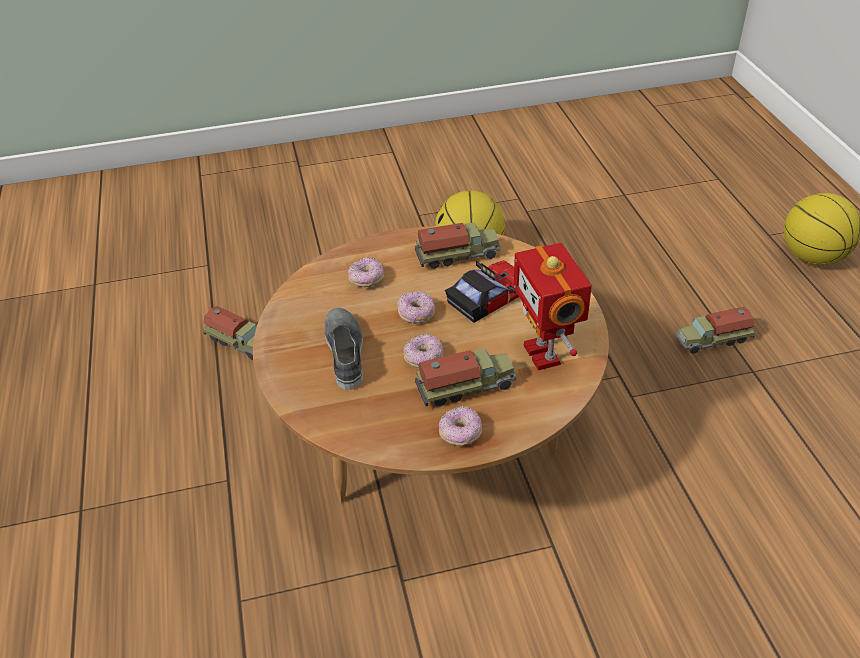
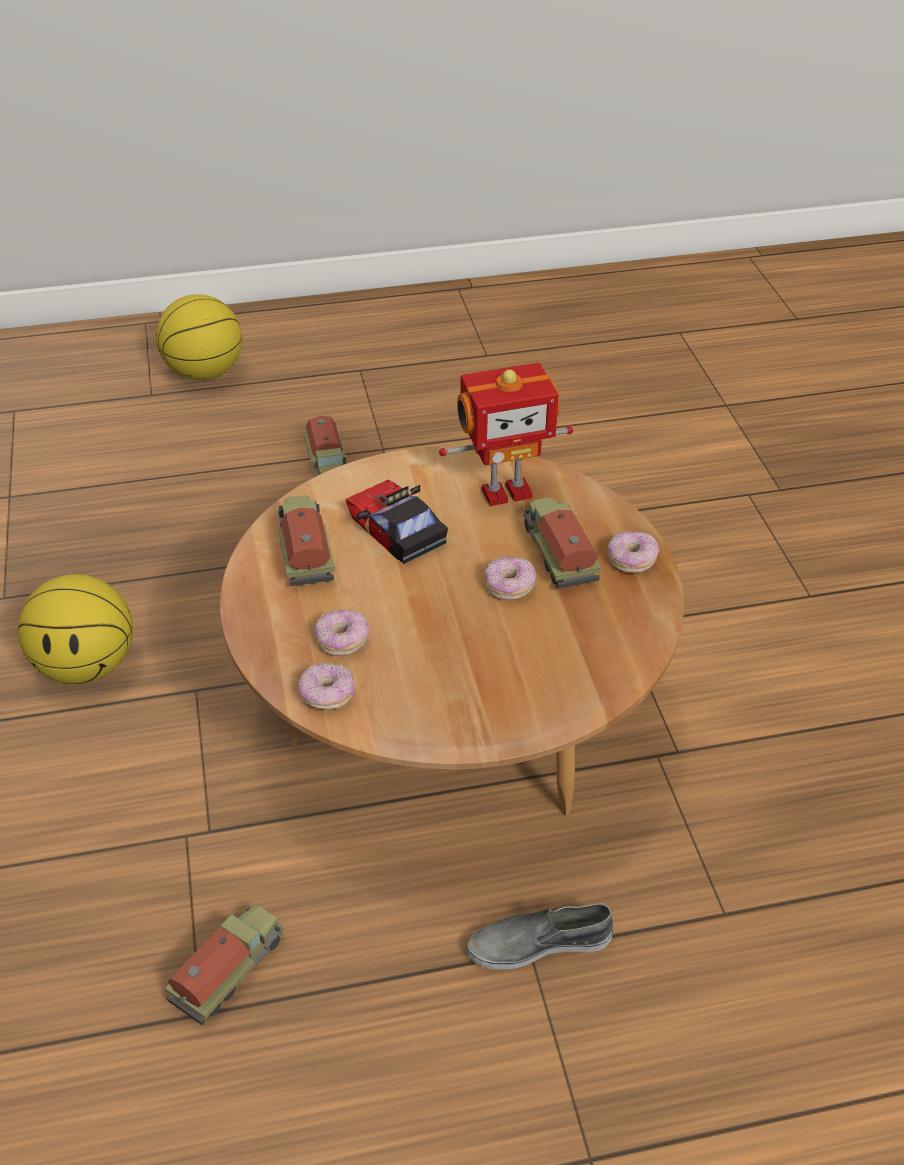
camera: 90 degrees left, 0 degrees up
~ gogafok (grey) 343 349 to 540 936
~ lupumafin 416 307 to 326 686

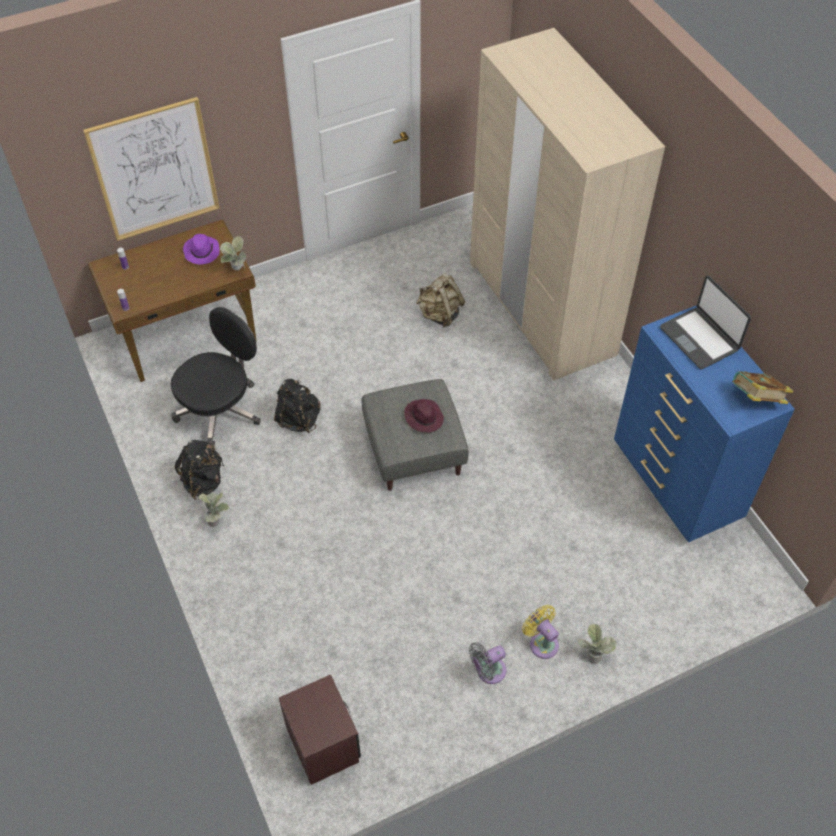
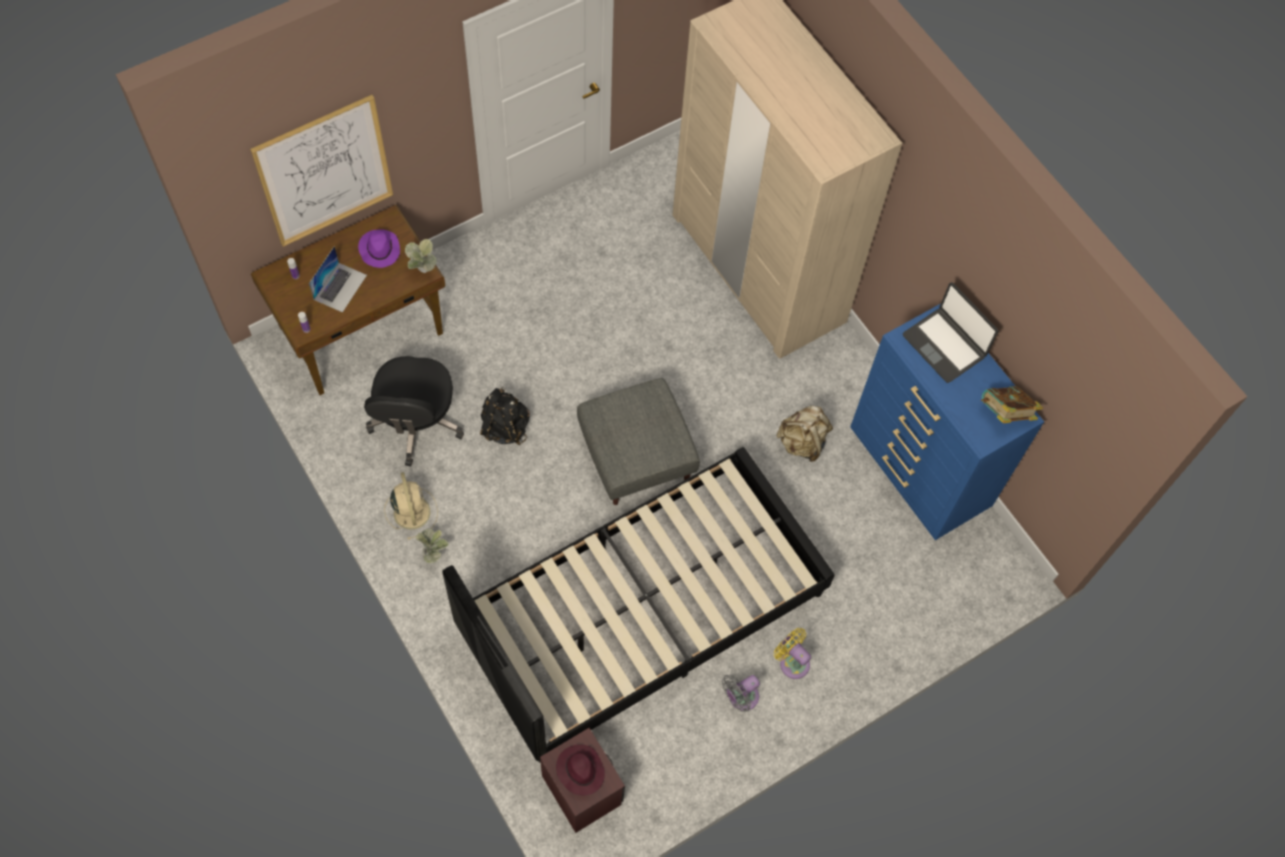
camera: 10 degrees left, 10 degrees up
~ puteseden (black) 215 376 = 414 411 150 degrees clockwise
~ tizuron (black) 199 470 to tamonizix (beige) 411 506
~ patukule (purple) 424 416 to 580 770
~ tizuron (beige) 440 300 to 805 434
- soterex 597 644
+ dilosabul 338 279
+ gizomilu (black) 638 604

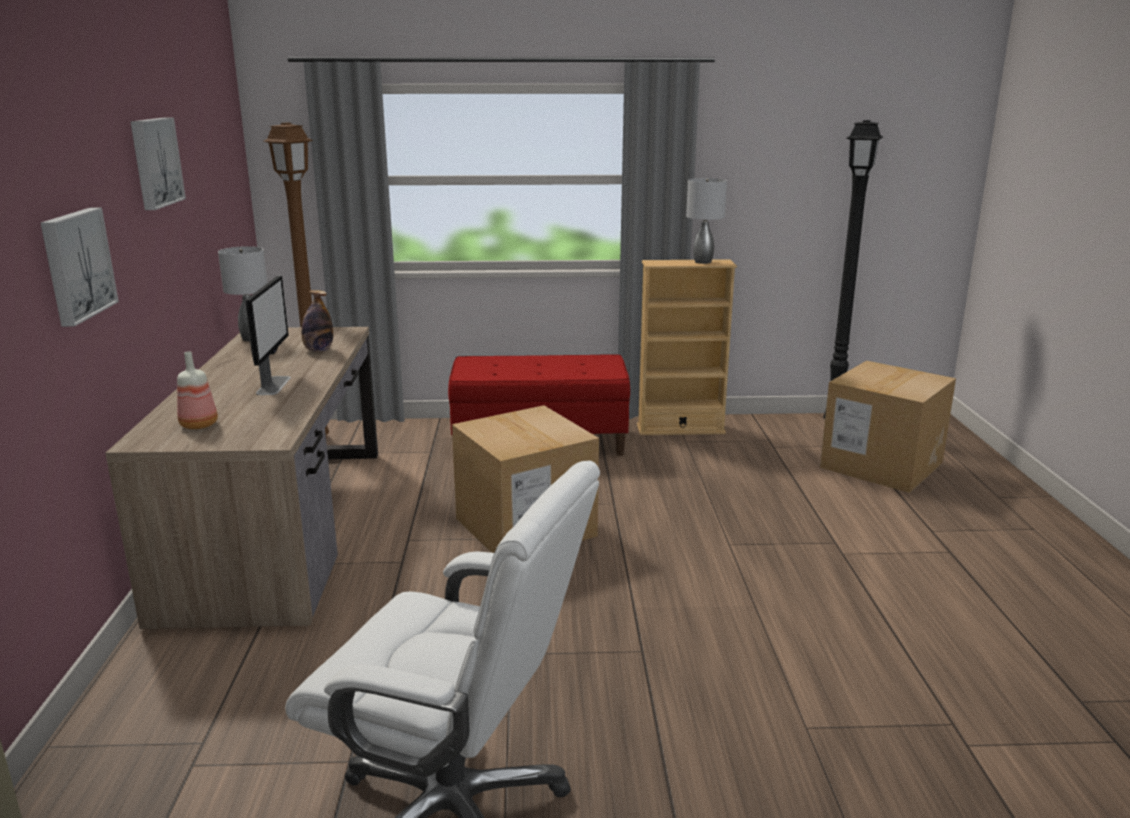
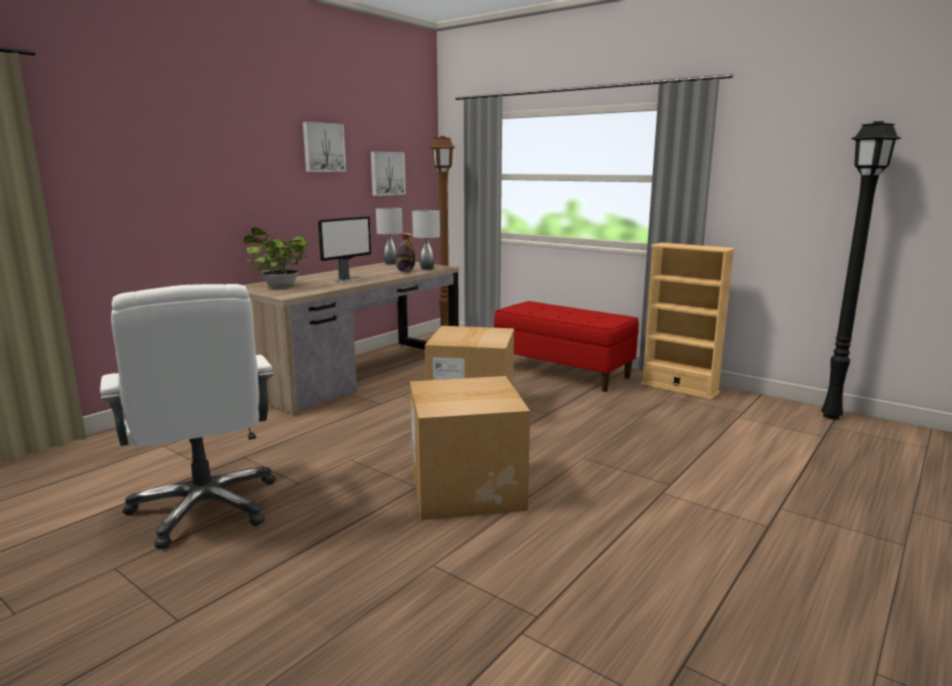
camera: 40 degrees right, 5 degrees down
~ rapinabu 79 267 to 388 174
~ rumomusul 197 390 to soterex 276 257
~ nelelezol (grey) 706 221 to 426 240
~ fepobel 888 427 to 470 448

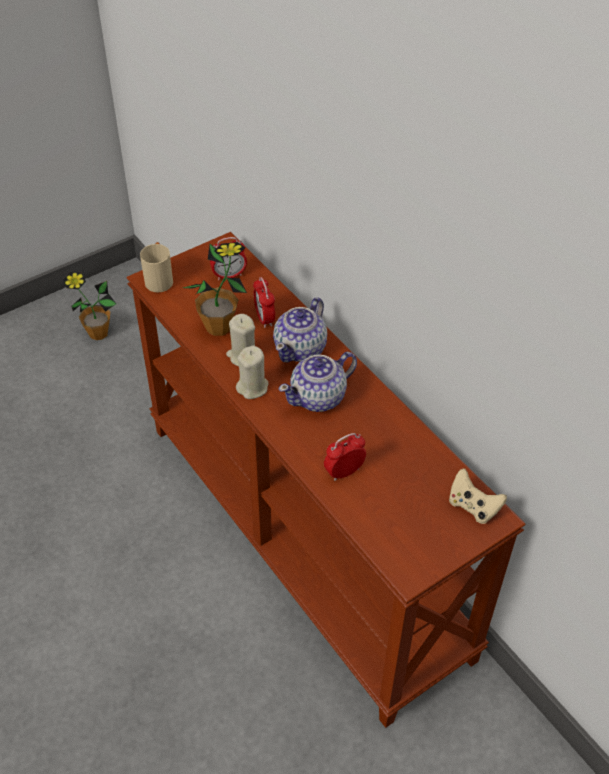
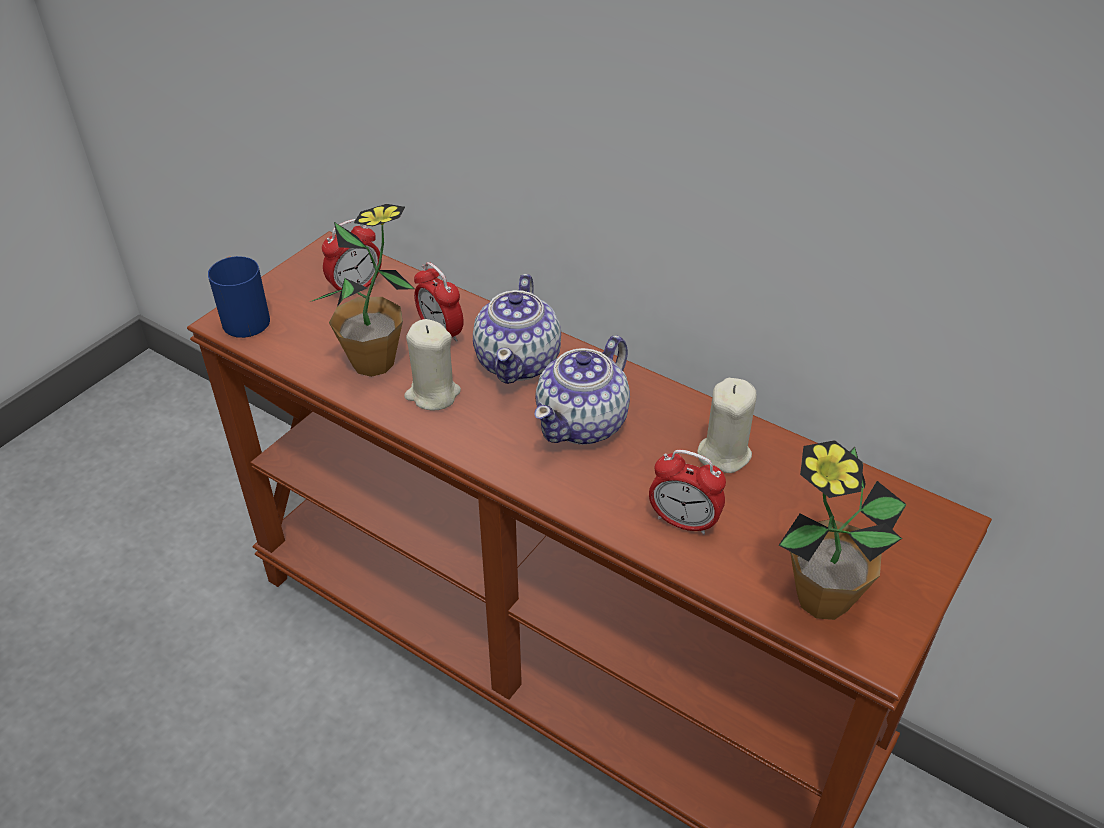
camera: 20 degrees left, 5 degrees down
~ soterex 89 306 to 843 530
~ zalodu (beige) 156 267 to zalodu (blue) 239 297
~ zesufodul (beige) 252 372 to 727 425
~ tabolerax 345 457 = 687 492 105 degrees counterclockwise
- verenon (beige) 478 496

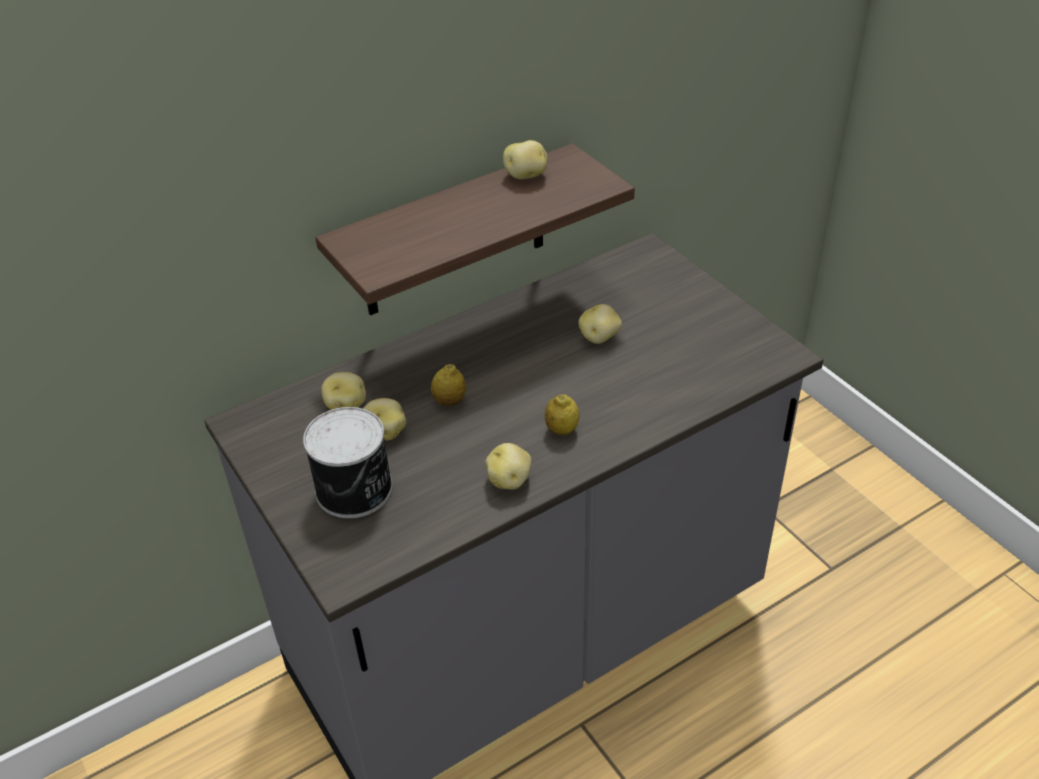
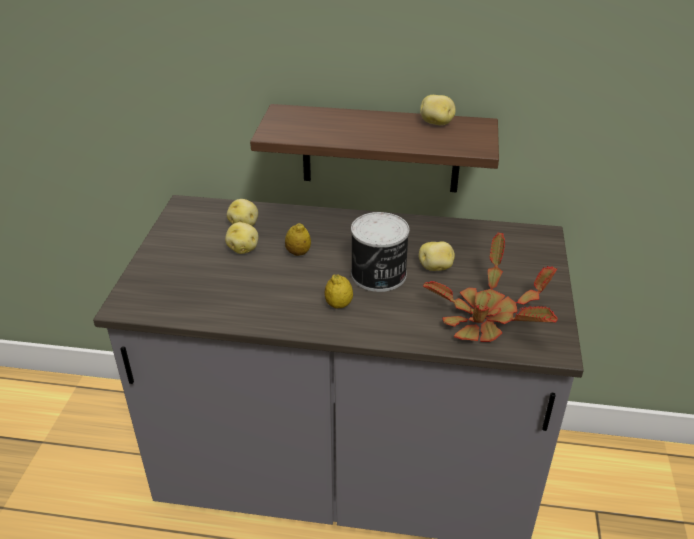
camera: 40 degrees right, 5 degrees down
~ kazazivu 348 462 to 380 252
- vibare 508 466
+ soterex 490 287

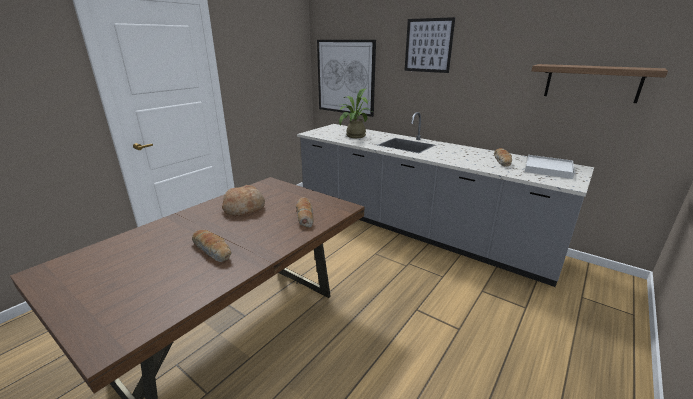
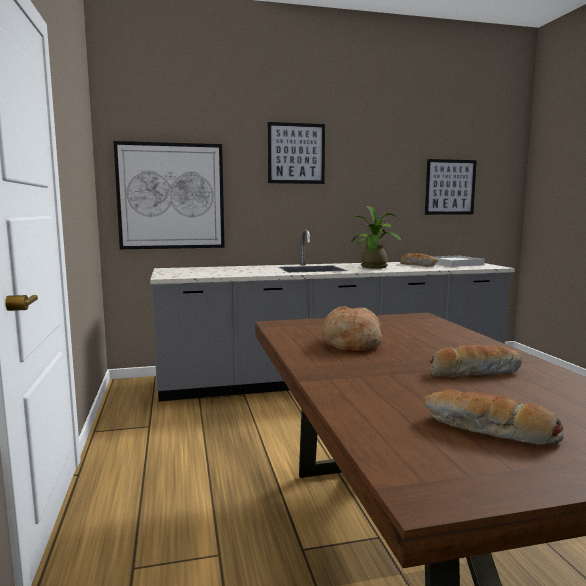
camera: 50 degrees left, 15 degrees down
~ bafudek 304 213 to 493 417
~ soterex 355 113 to 374 237
~ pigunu 600 83 to rapinabu 451 187

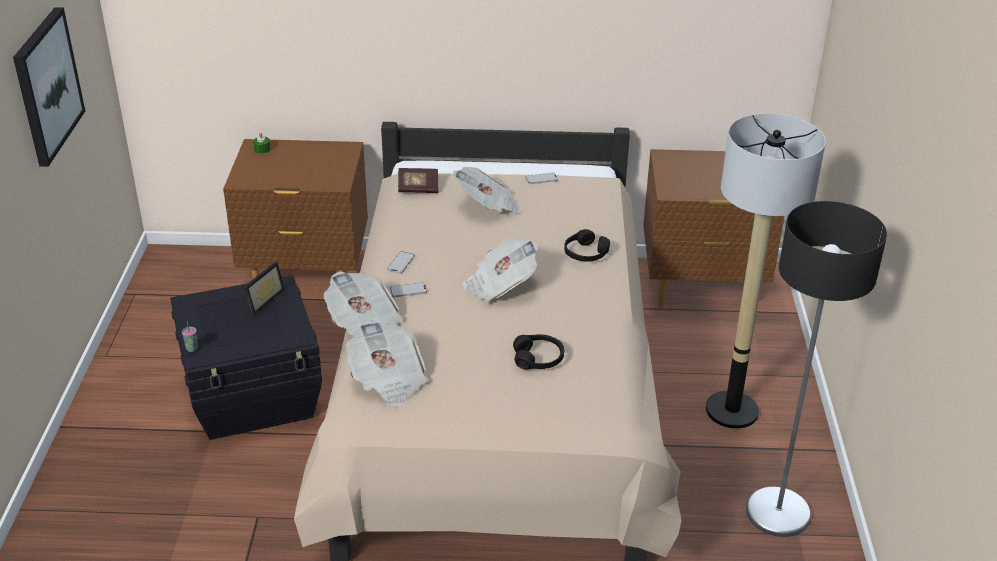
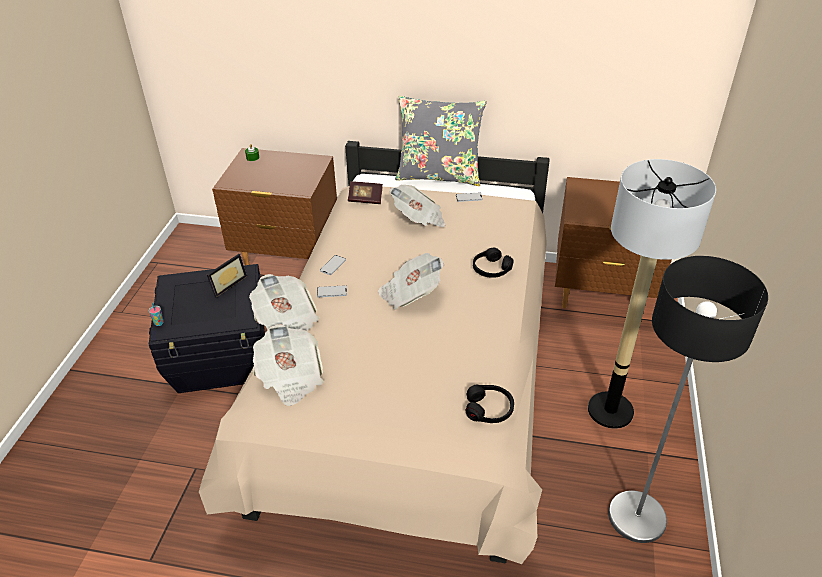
camera: 10 degrees right, 5 degrees up
- rapinabu 49 87
~ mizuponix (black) 538 352 to 490 404
+ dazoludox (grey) 441 141

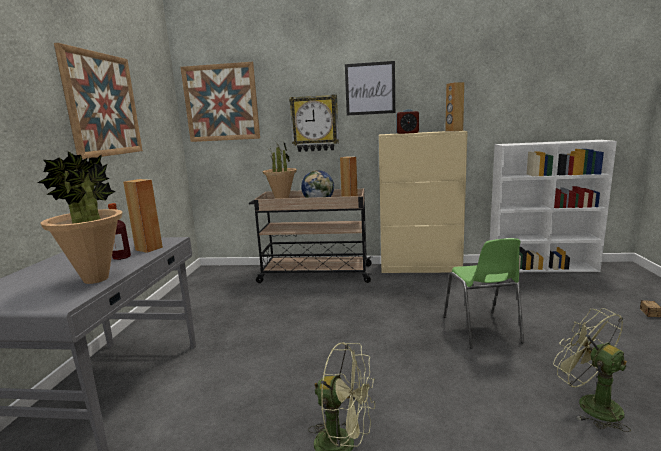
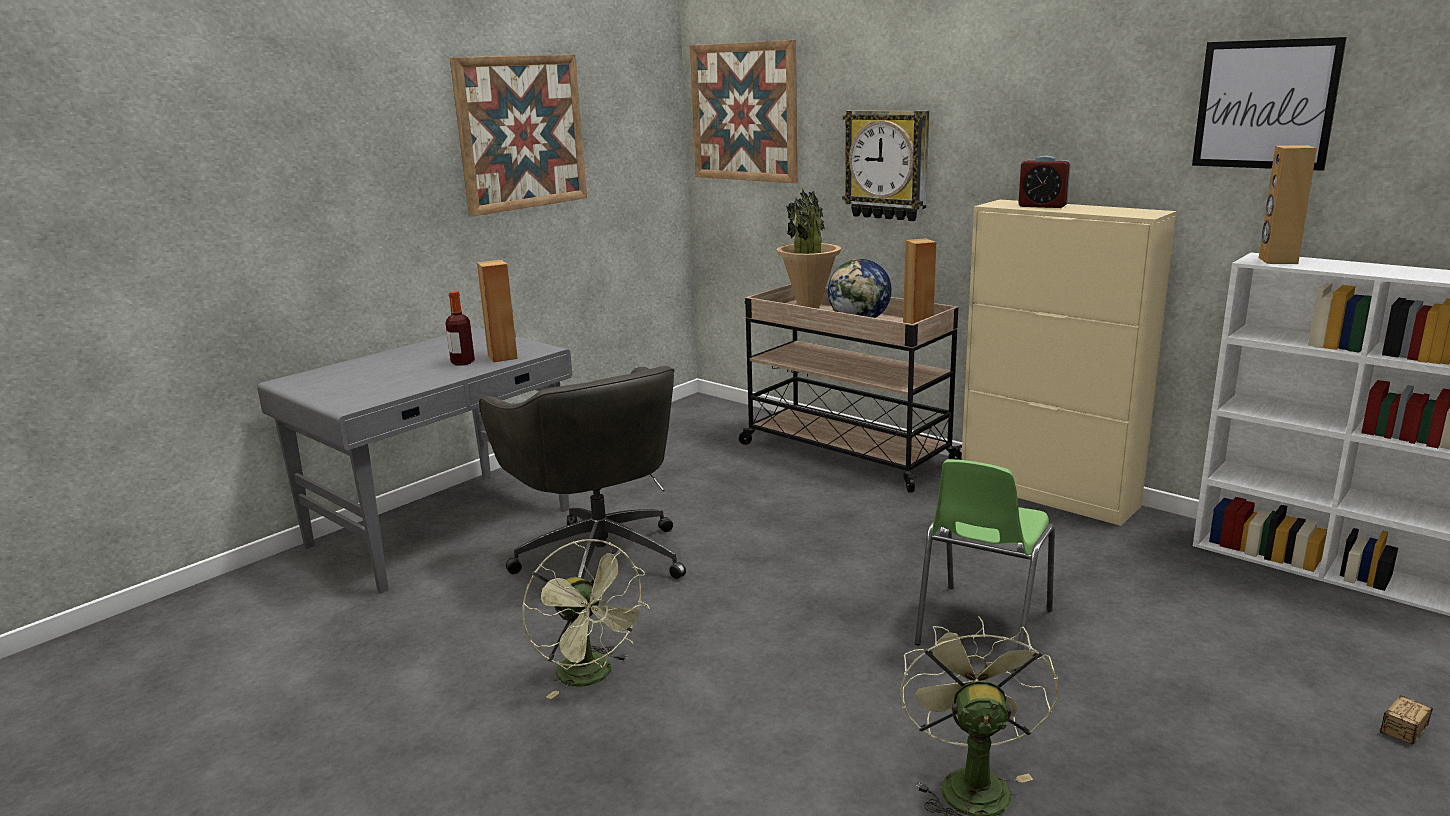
camera: 35 degrees right, 5 degrees up
- soterex 80 218
~ rapinabu 370 88 to 1269 104
~ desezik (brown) 454 106 to 1288 204
+ puteseden (grey) 582 472

